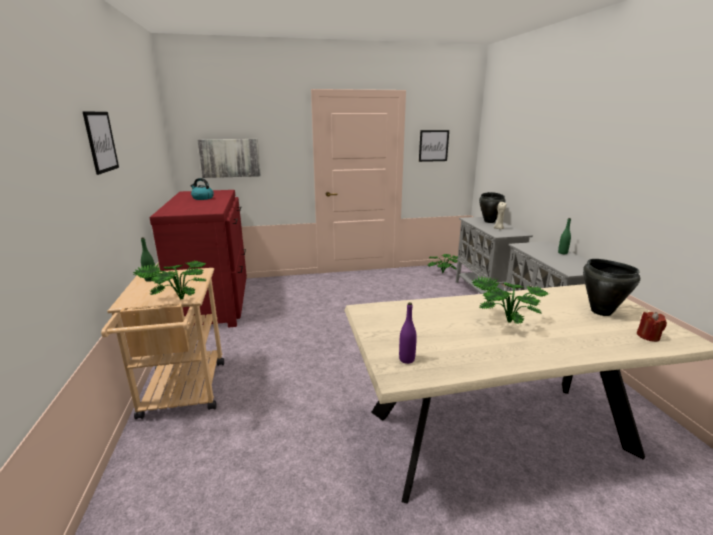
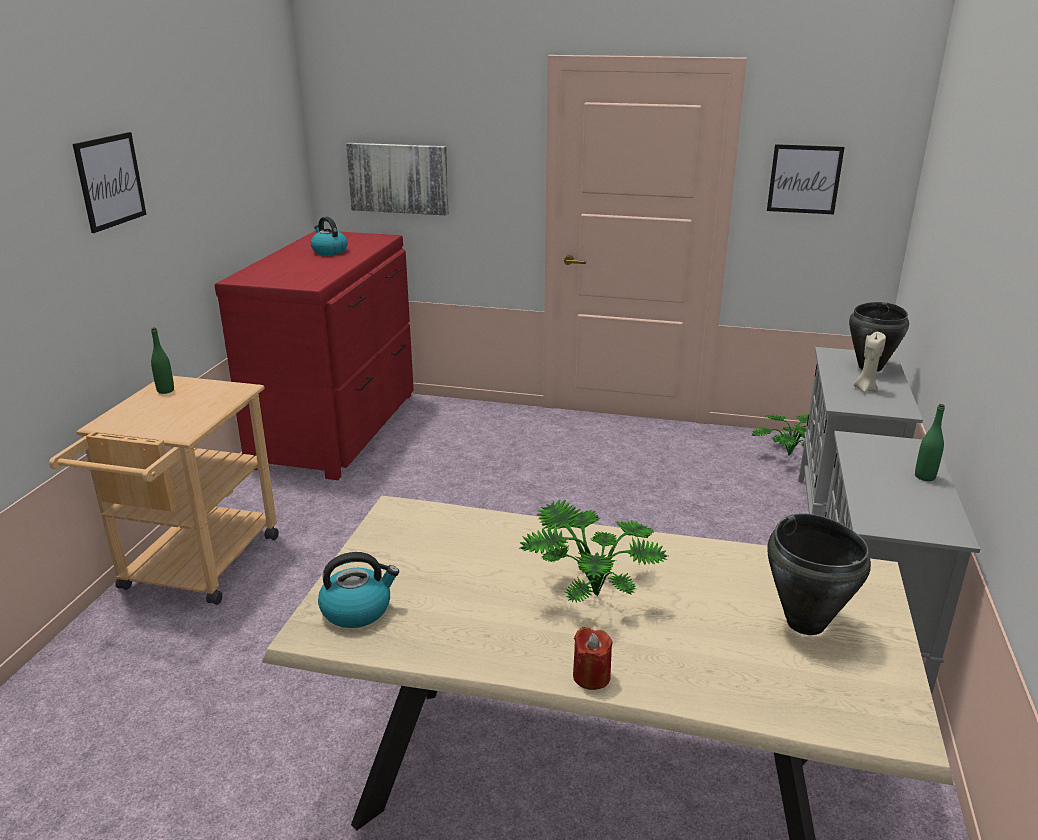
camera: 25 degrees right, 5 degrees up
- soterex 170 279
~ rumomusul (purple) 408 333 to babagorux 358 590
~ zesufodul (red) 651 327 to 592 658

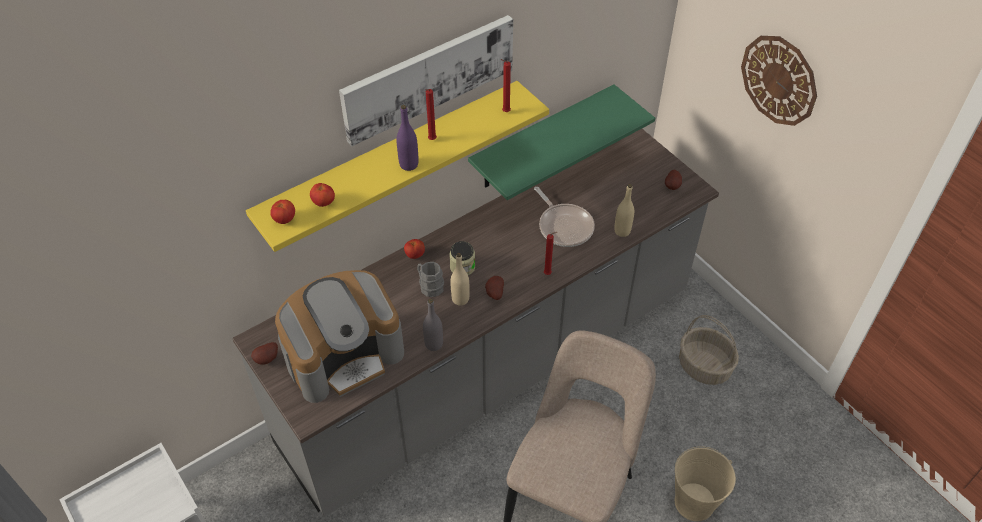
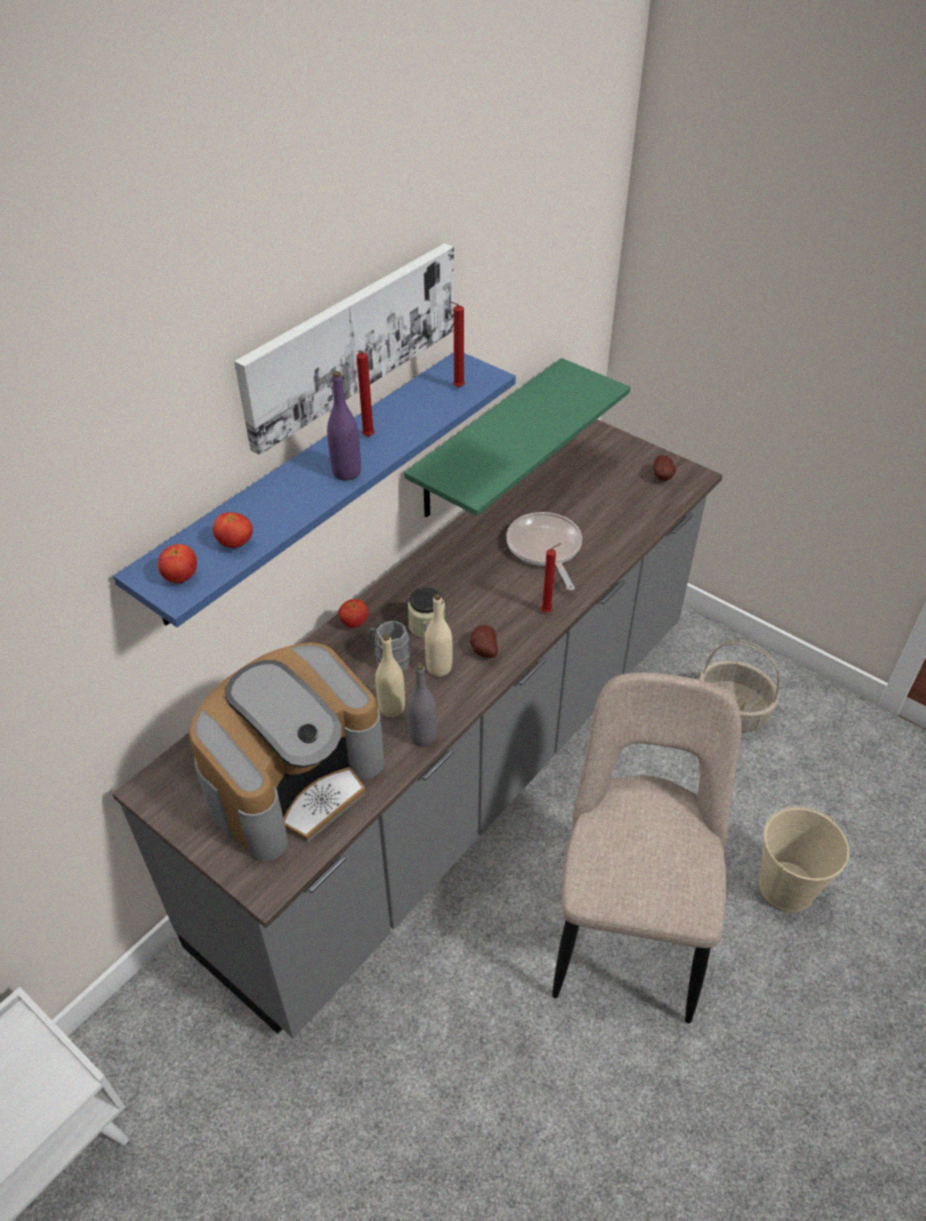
camera: 15 degrees left, 5 degrees down
~ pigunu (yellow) 397 166 to pigunu (blue) 314 489
- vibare 264 353
~ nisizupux 564 217 = 544 551 150 degrees counterclockwise
~ rumomusul (beige) 624 210 to 390 675
- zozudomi 779 81

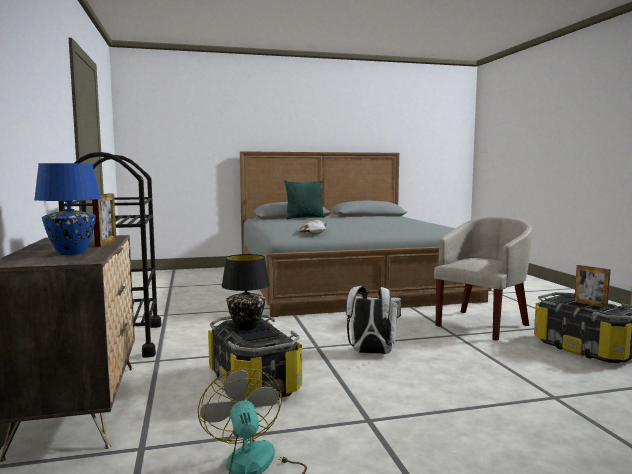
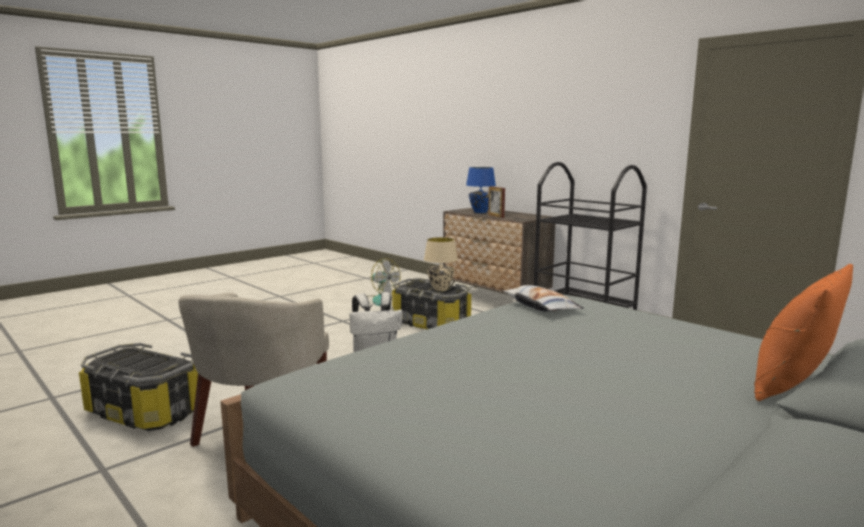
camera: 150 degrees right, 5 degrees up
~ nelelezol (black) 246 292 to nelelezol (beige) 441 264
~ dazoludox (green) 304 199 to dazoludox (orange) 803 332
- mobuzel 592 286

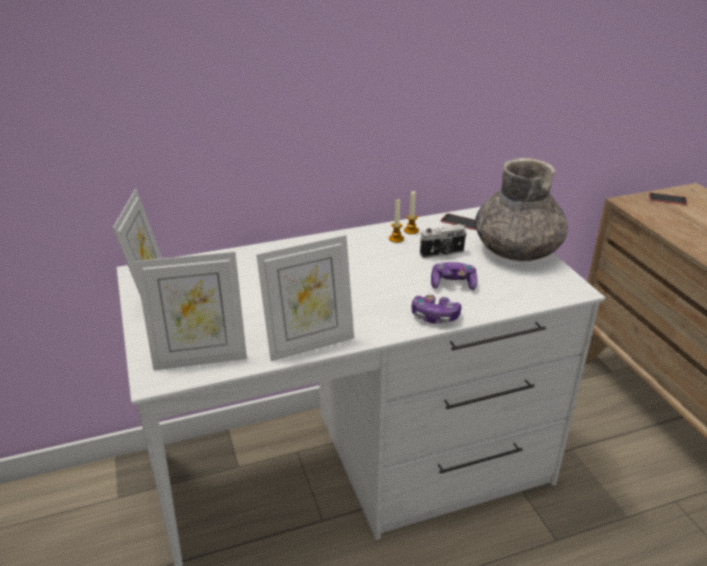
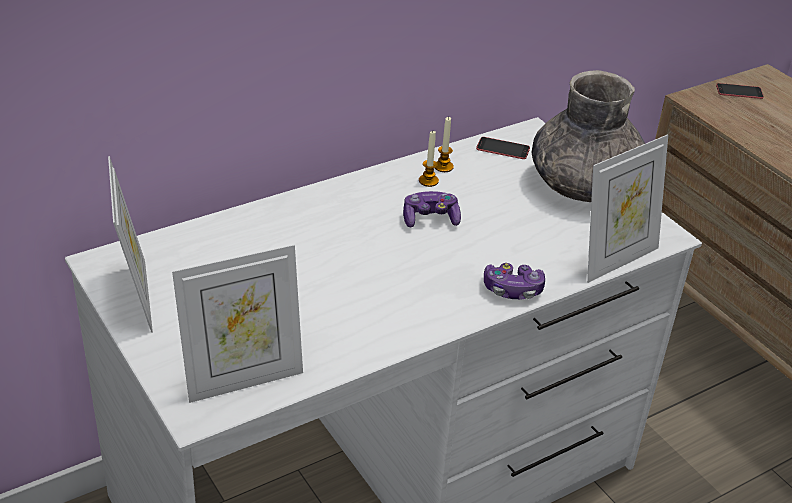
camera: 15 degrees left, 5 degrees up
~ mobuzel 305 298 to 627 208
- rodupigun 443 241
~ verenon 454 276 to 432 209

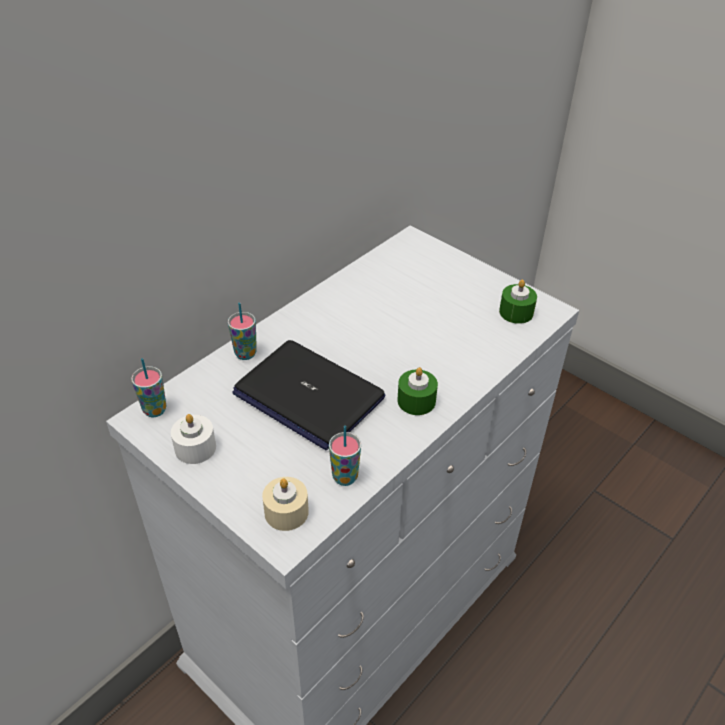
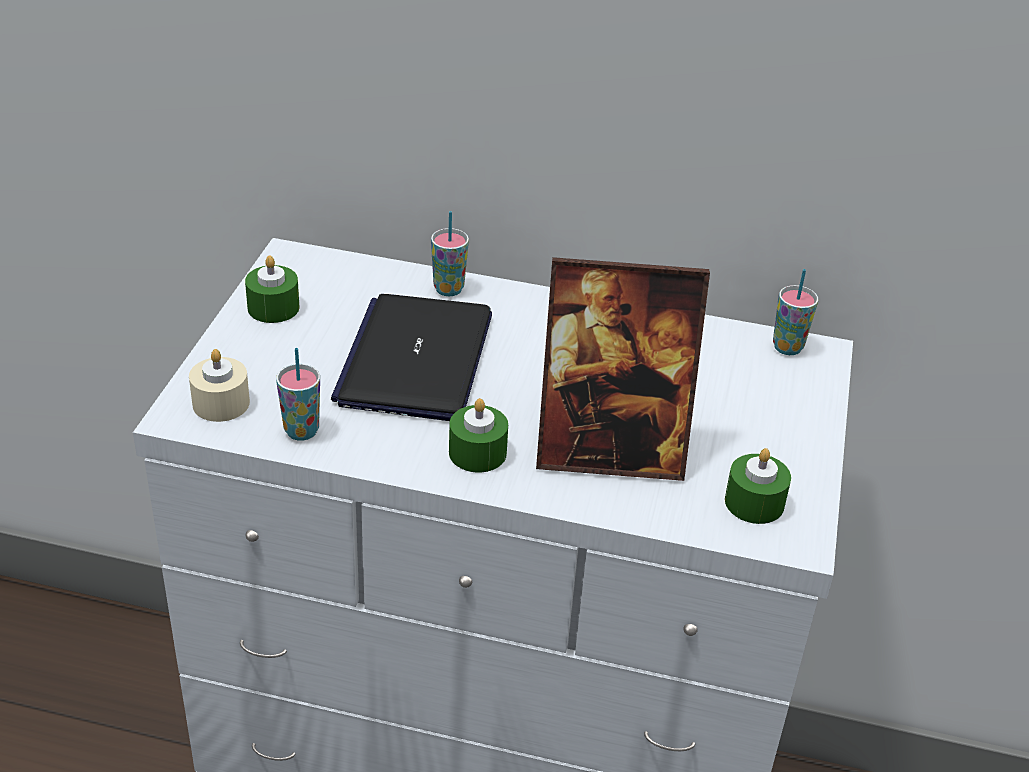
camera: 60 degrees right, 5 degrees down
~ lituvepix 149 387 to 795 312
~ zesufodul (white) 193 439 to zesufodul (green) 272 289
+ mobuzel 623 369

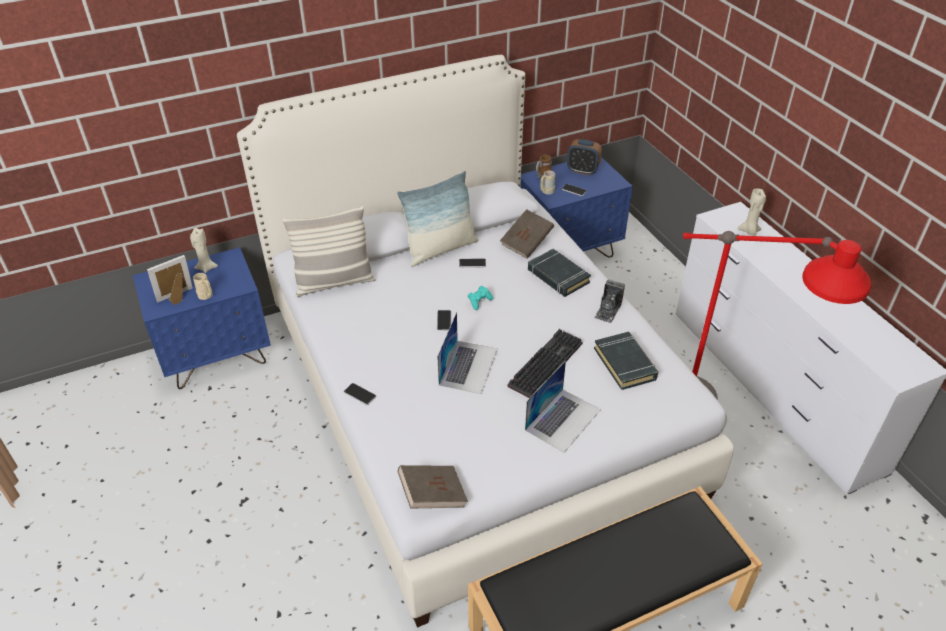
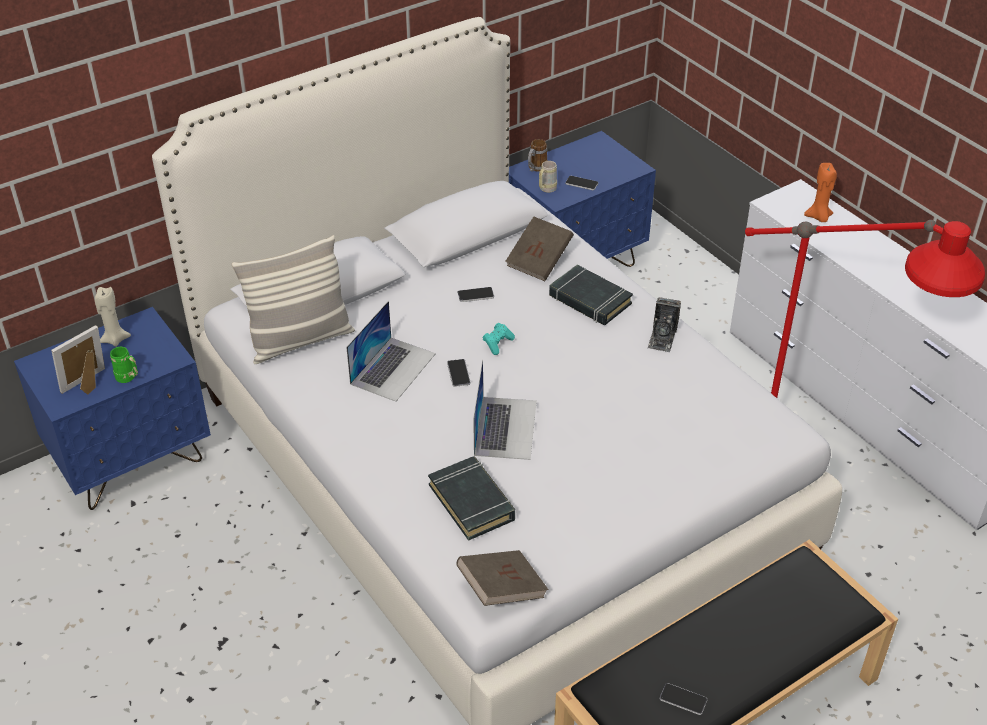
camera: 10 degrees left, 0 degrees up
~ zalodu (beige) 203 286 to zalodu (green) 124 365
~ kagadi 360 394 to 683 699
- dazoludox 438 219
- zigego 545 363
~ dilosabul 563 406 to 391 351
- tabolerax 584 157
~ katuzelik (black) 626 361 to 471 498
~ zesufodul (beige) 752 212 to zesufodul (orange) 820 192

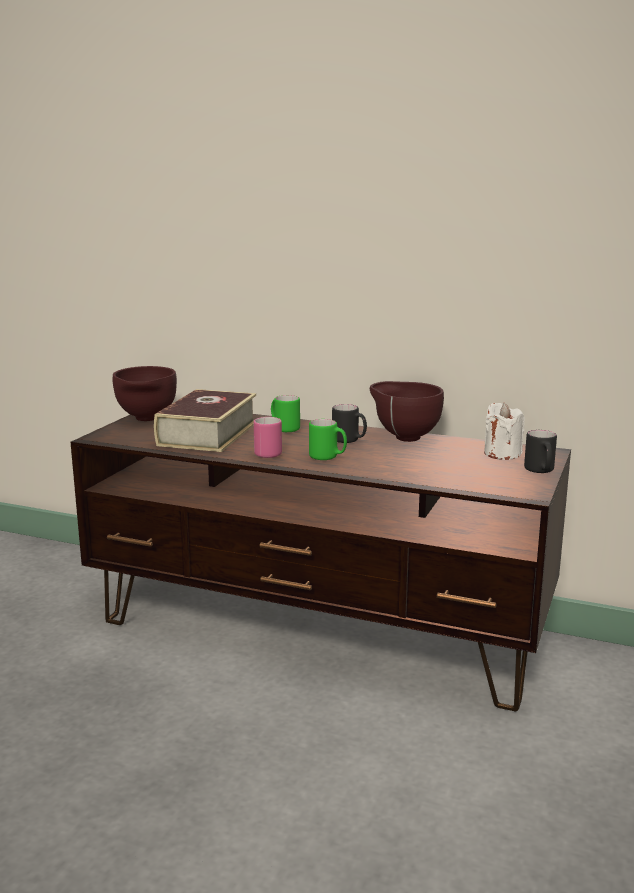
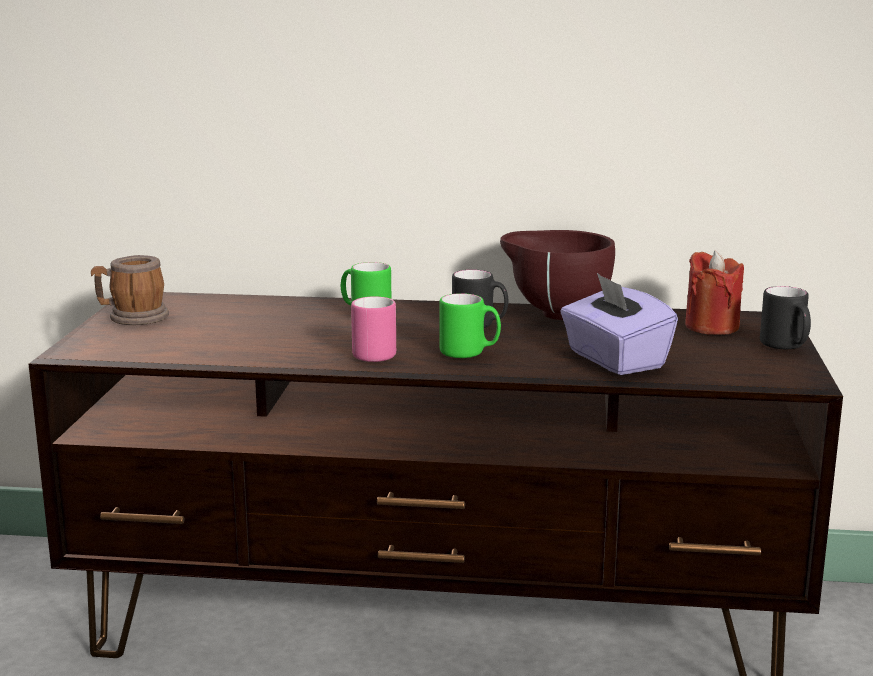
camera: 15 degrees left, 0 degrees up
~ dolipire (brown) 145 393 to zalodu 130 290
- katuzelik 205 420
~ zesufodul (white) 504 431 to zesufodul (red) 714 293
+ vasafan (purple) 619 324

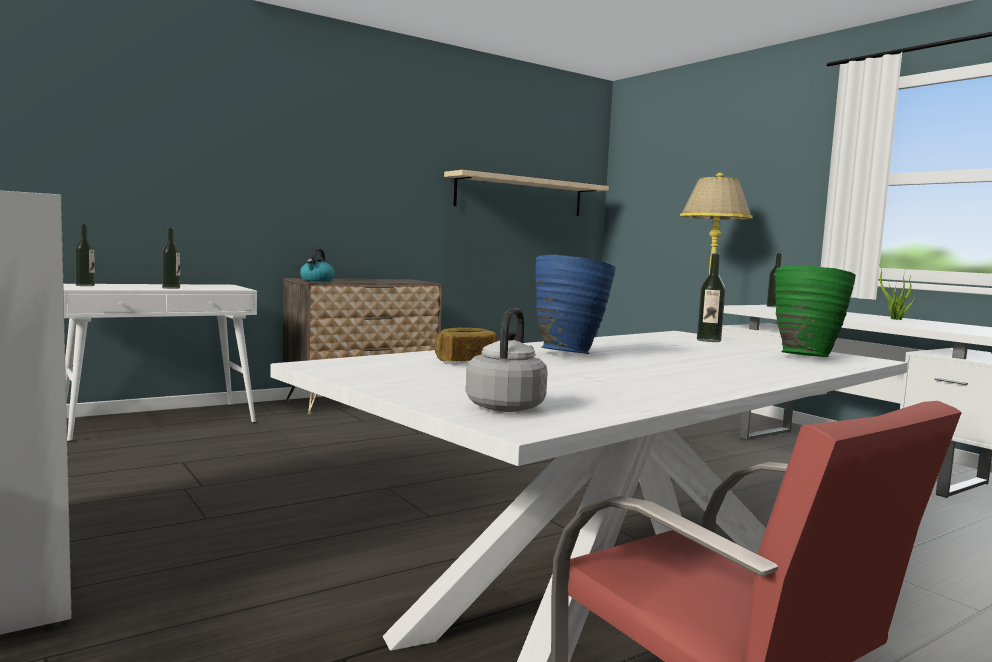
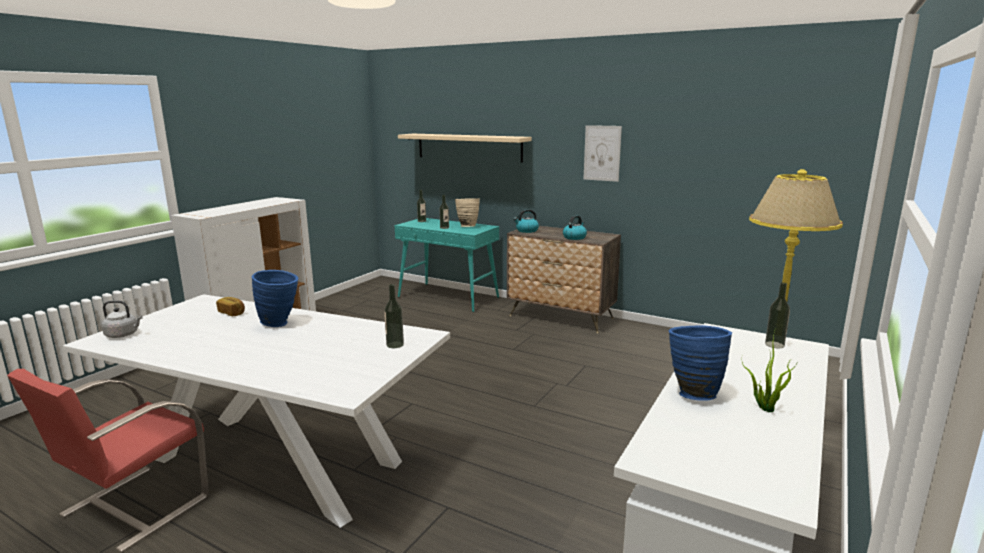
camera: 65 degrees right, 10 degrees up
~ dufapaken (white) 160 363 to dufapaken (turquoise) 446 265
~ pigunu (beige) 526 193 to 465 148
- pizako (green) 815 311
+ pizako (beige) 467 212
+ babagorux 575 227
+ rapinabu 603 153
+ pizako (blue) 700 363

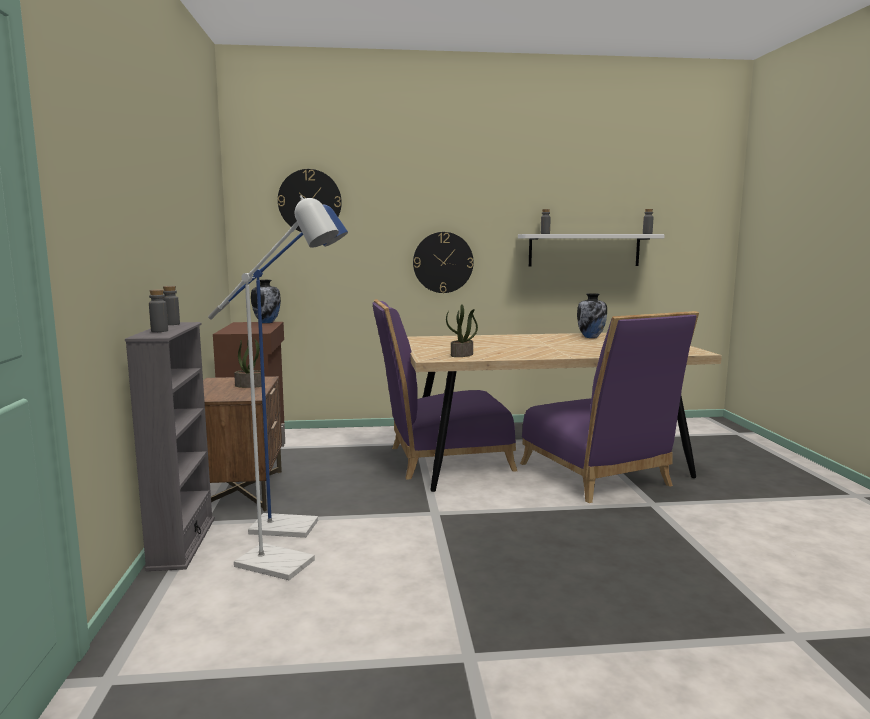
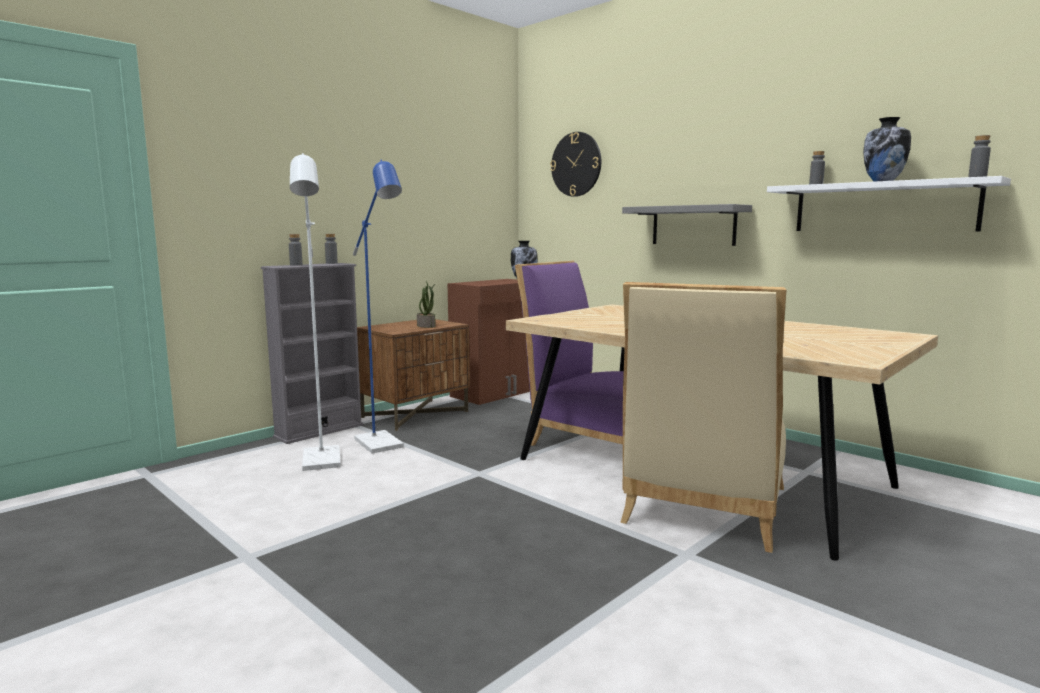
camera: 50 degrees right, 0 degrees up
~ zozudomi 443 262 to pigunu (grey) 687 225
- soterex 462 330
~ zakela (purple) 609 407 to zakela (beige) 703 417
~ pizako 592 315 to 887 149

